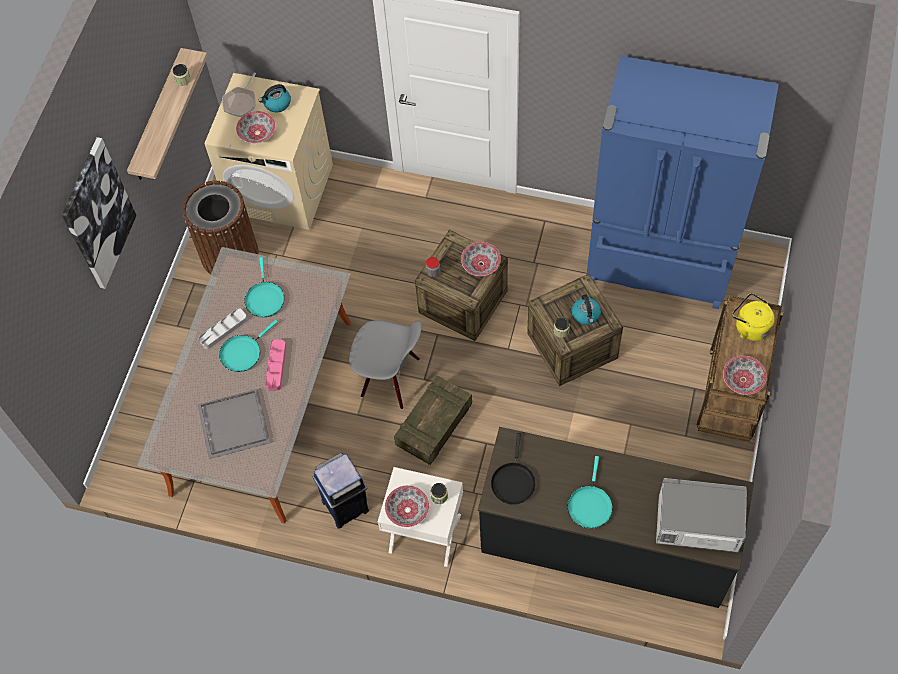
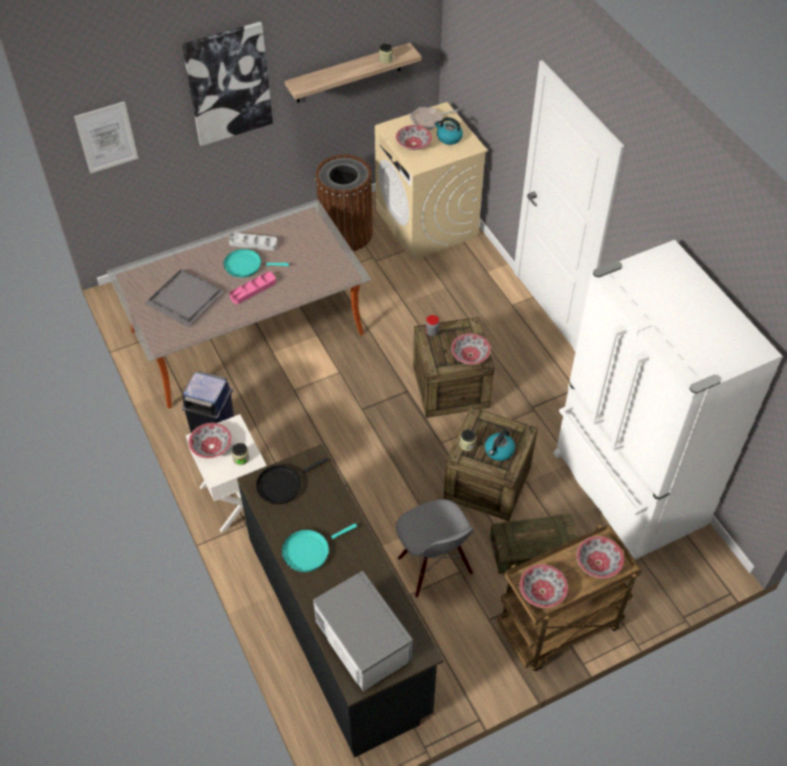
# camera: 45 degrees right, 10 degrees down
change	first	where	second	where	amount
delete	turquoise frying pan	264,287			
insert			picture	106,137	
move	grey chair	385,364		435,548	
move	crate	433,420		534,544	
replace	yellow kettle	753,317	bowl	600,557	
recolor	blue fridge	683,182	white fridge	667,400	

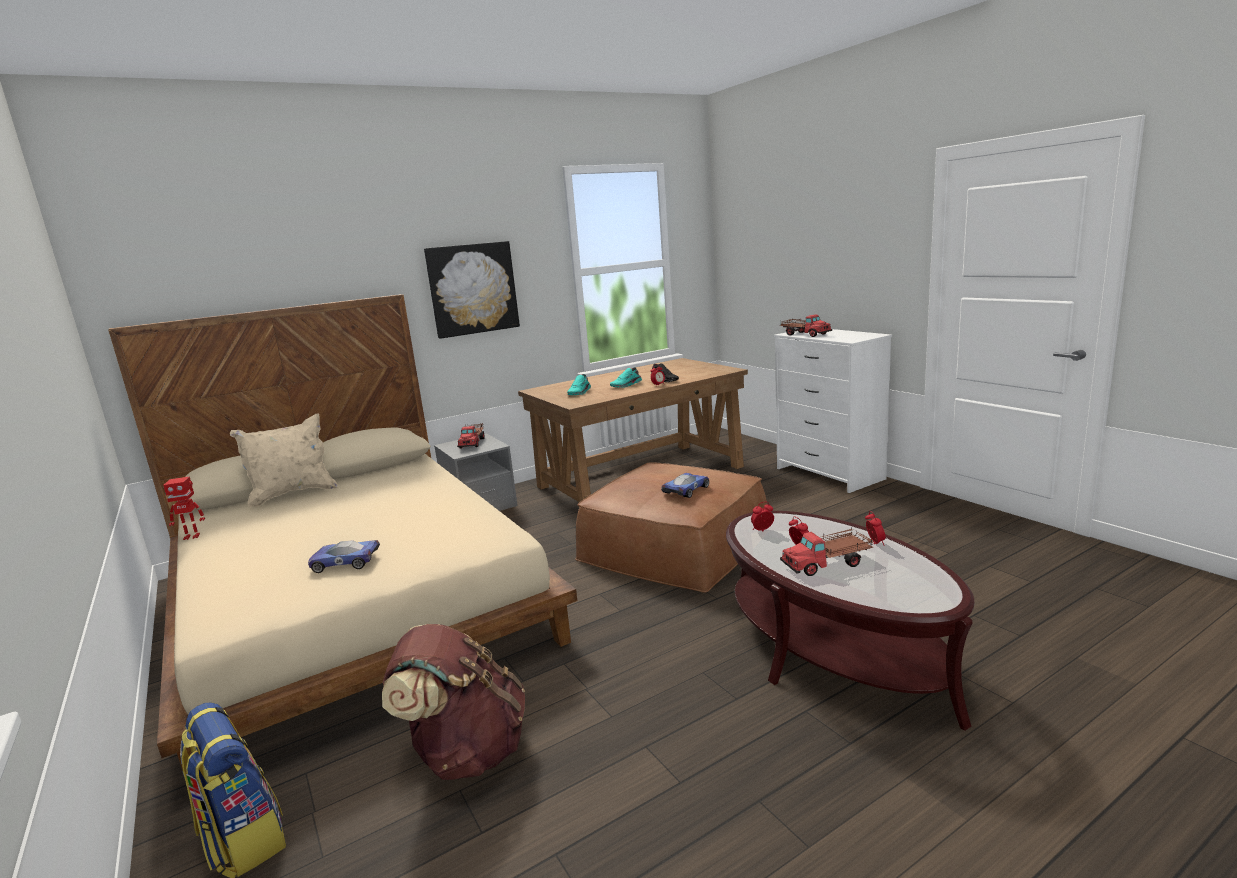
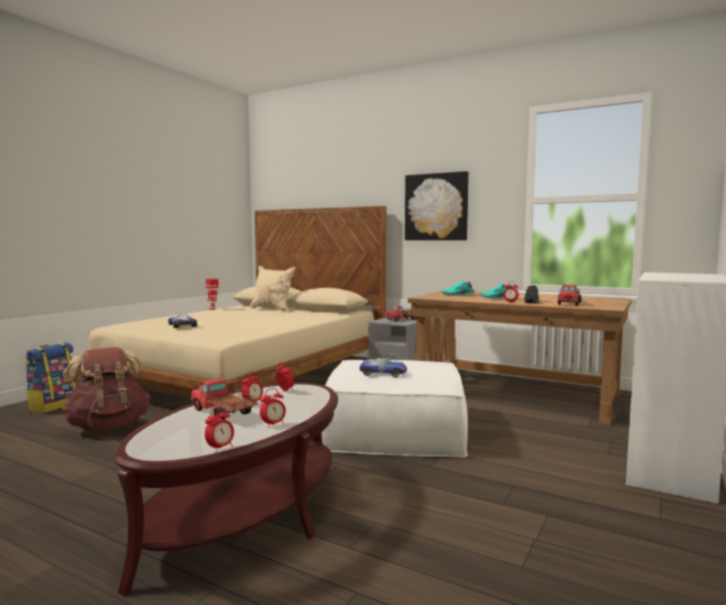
# camera: 60 degrees right, 10 degrees down
change	first	where	second	where	amount
insert			alarm clock	219,429	
move	toy truck	806,326		569,295	
recolor	brown ottoman	671,527	white ottoman	394,409	

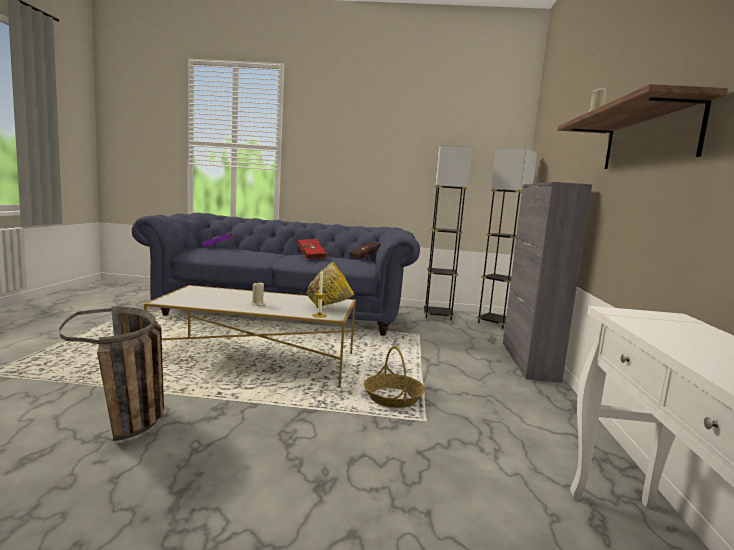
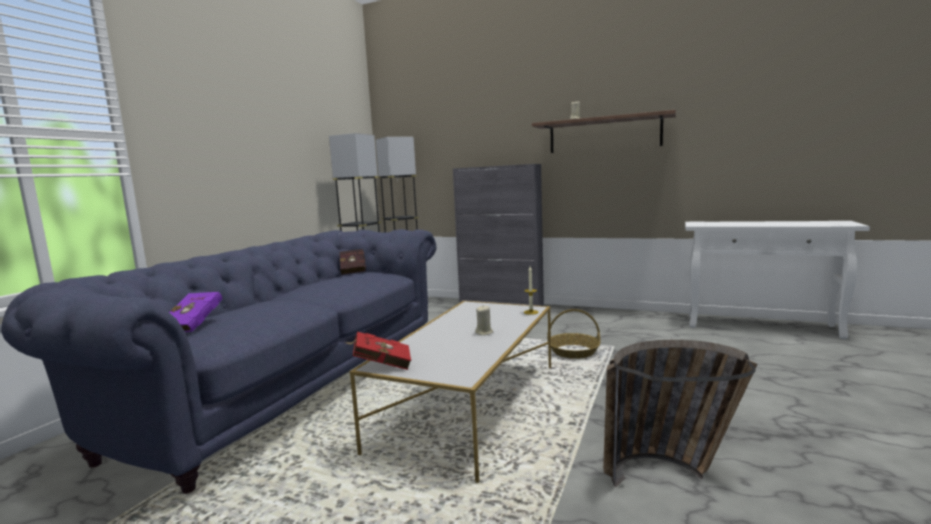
# camera: 70 degrees left, 0 degrees up
change	first	where	second	where	amount
delete	yellow bowl	330,285			
move	red book	312,249		377,350	

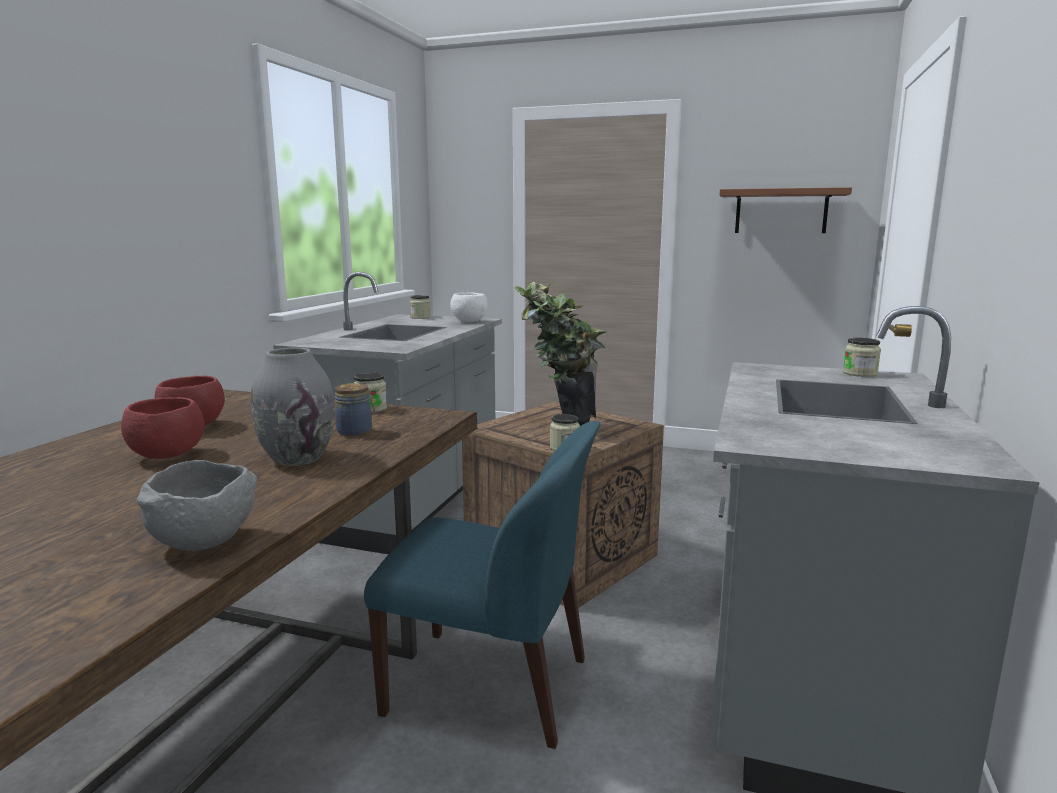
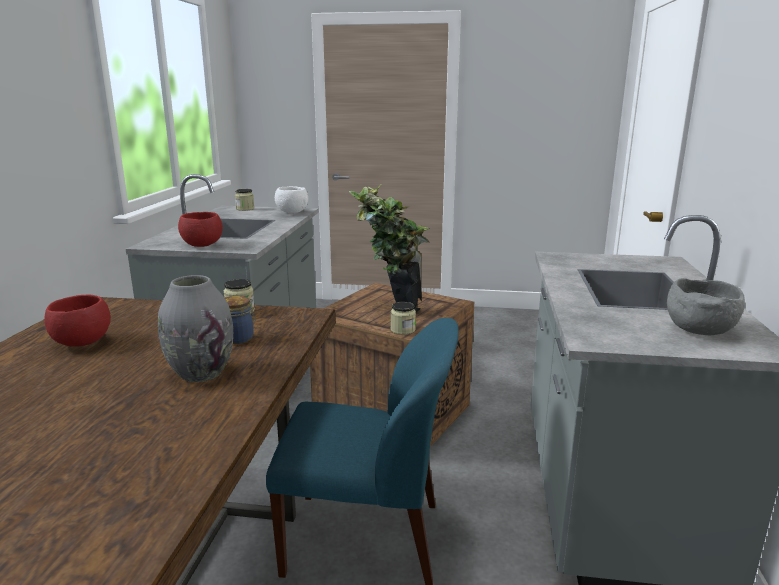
# camera: 10 degrees left, 5 degrees up
change	first	where	second	where	amount
delete	brown shelf	786,210			
delete	jar	862,357			
move	red bowl	163,428		200,229	
move	grey bowl	196,505		706,306	

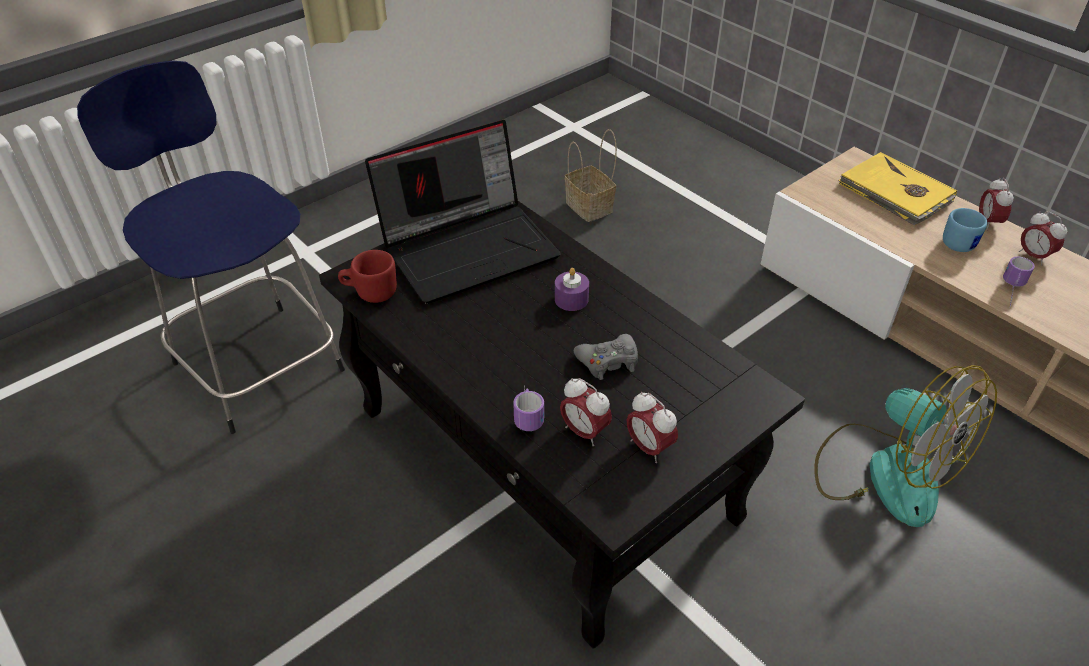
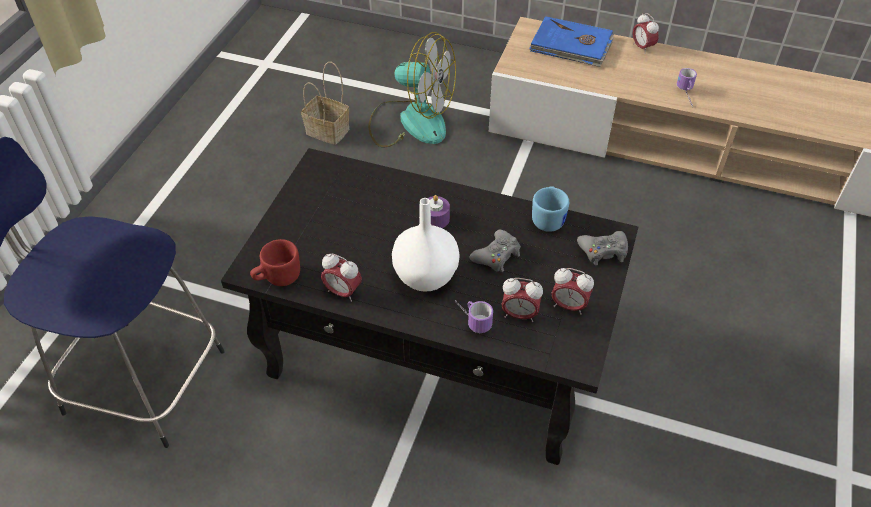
# camera: 30 degrees left, 5 degrees up
change	first	where	second	where	amount
delete	laptop	463,212			
insert			white vase	426,245	
insert			grey game controller	602,248	
move	fan	905,446		412,90	
move	blue mug	965,230		550,209	
move	alarm clock	1043,238		341,278	
recolor	yellow book	897,188	blue book	571,41	

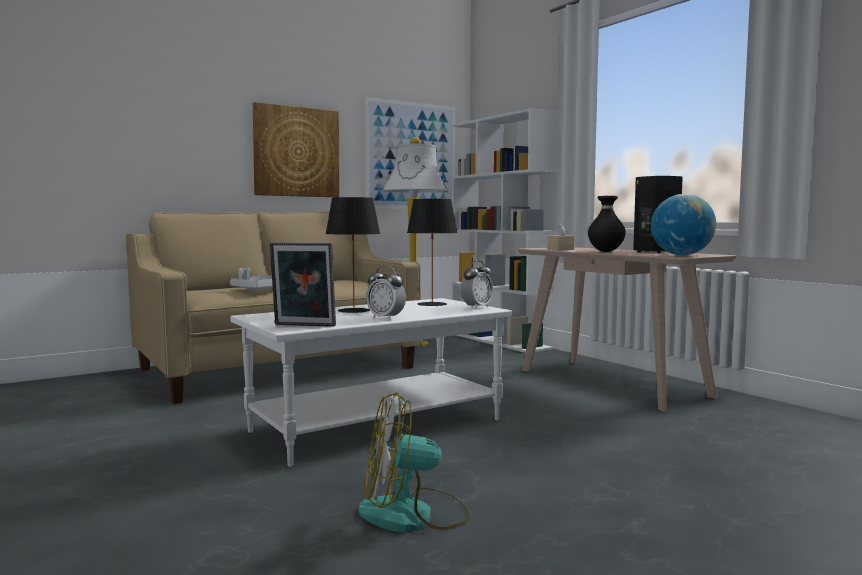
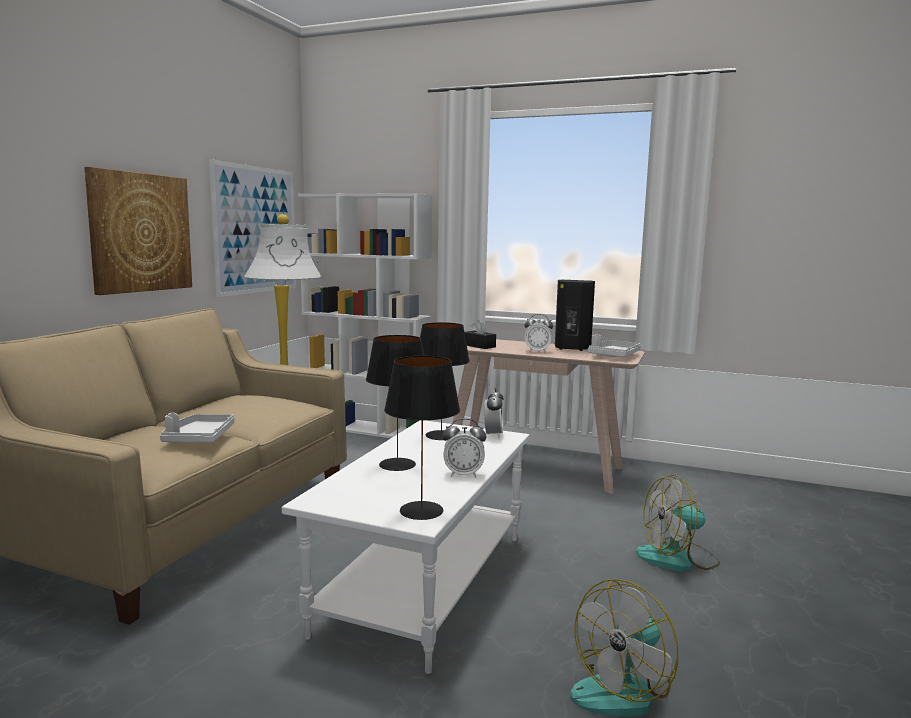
# camera: 35 degrees left, 5 degrees up
change	first	where	second	where	amount
insert			fan	678,523	
replace	picture frame	303,284	black table lamp	422,438	
replace	black vase	607,224	alarm clock	538,333	
replace	globe	683,224	grey tray	614,345	
recolor	beige tissue box	560,236	black tissue box	480,334	

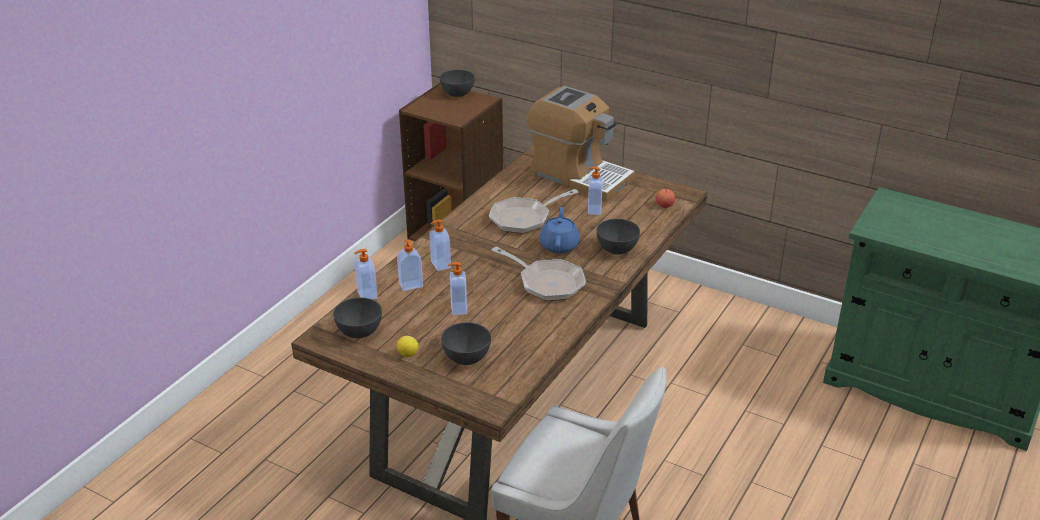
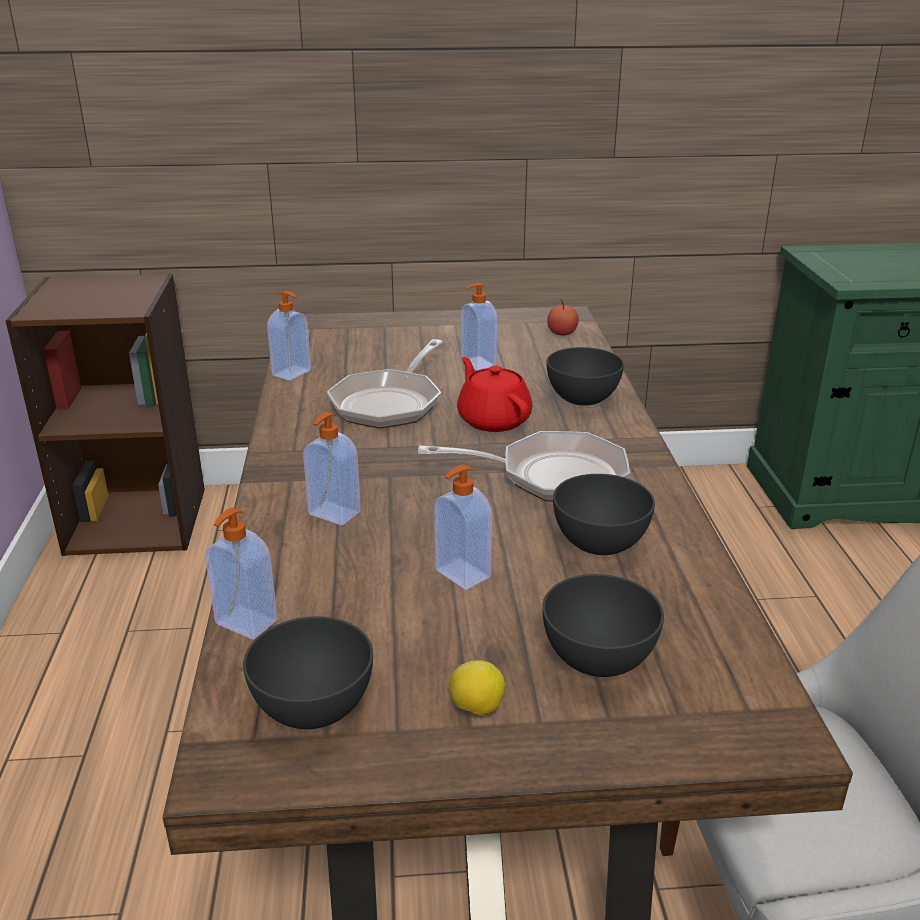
# camera: 35 degrees left, 5 degrees down
change	first	where	second	where	amount
delete	coffee machine	581,144			
move	soap dispenser	410,265		289,336	
move	grey bowl	457,83		604,514	
recolor	blue teapot	559,230	red teapot	494,394	

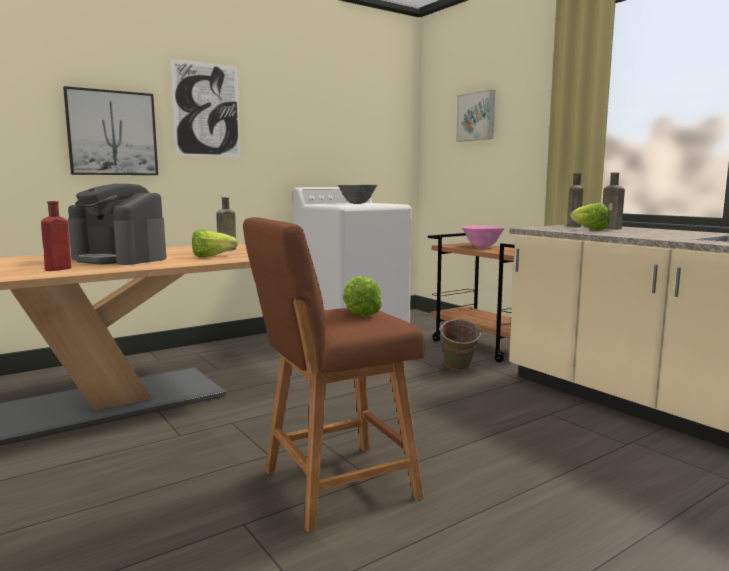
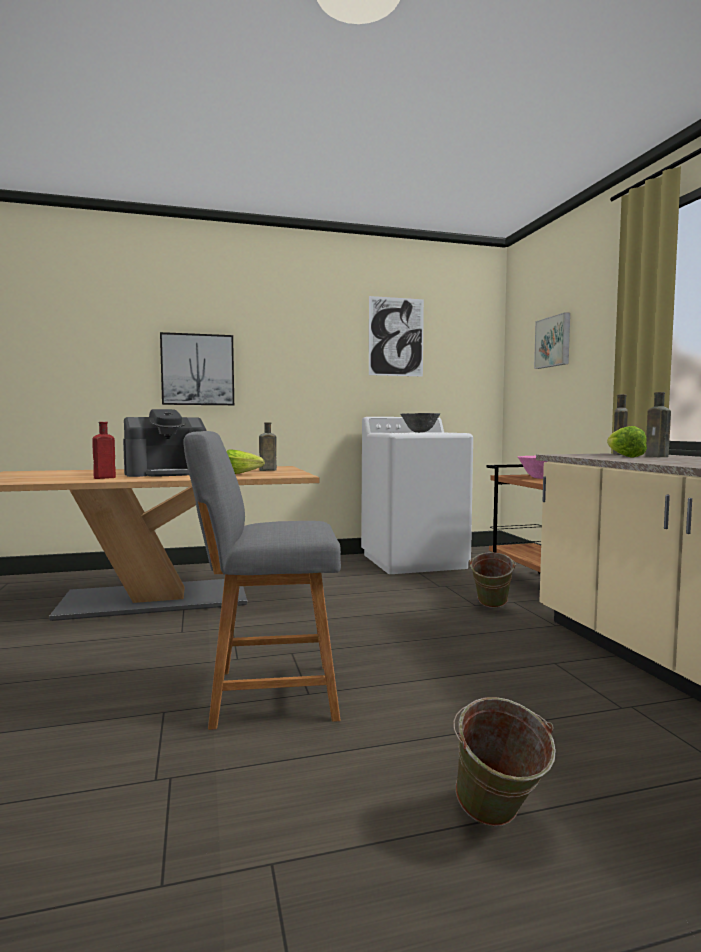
# camera: 20 degrees right, 5 degrees down
change	first	where	second	where	amount
delete	lettuce	362,296			
insert			green bucket	504,762	
move	picture	205,108		396,336	
recolor	brown stool	334,374	grey stool	262,580	
rotate	coffee machine	117,224		165,443	75 degrees counterclockwise

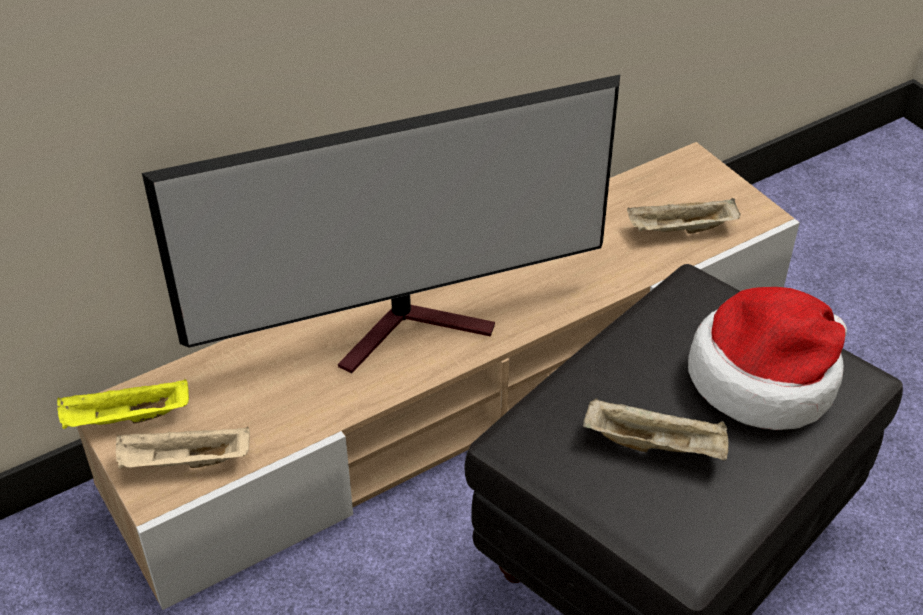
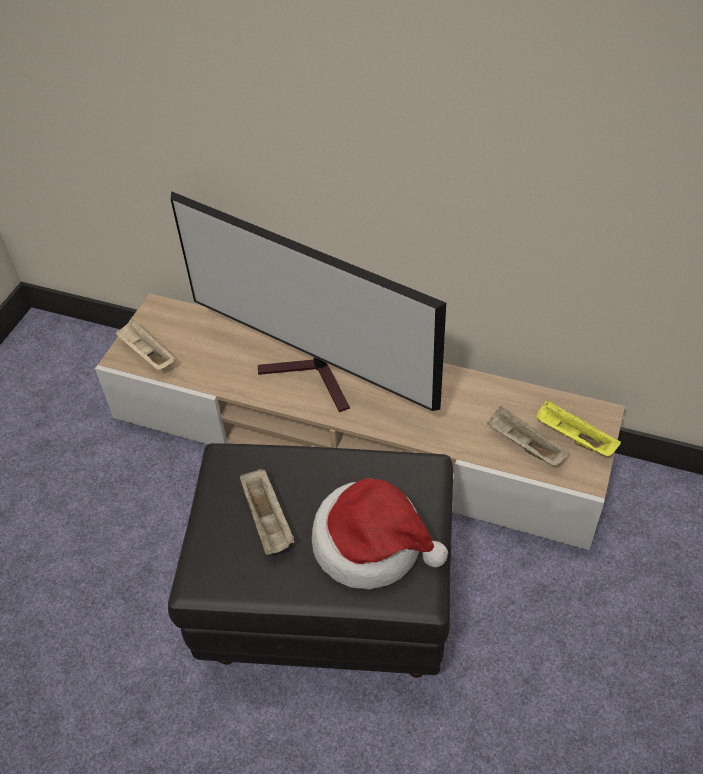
# camera: 55 degrees right, 5 degrees up
change	first	where	second	where	amount
move	yellow tray	123,404		578,428	

